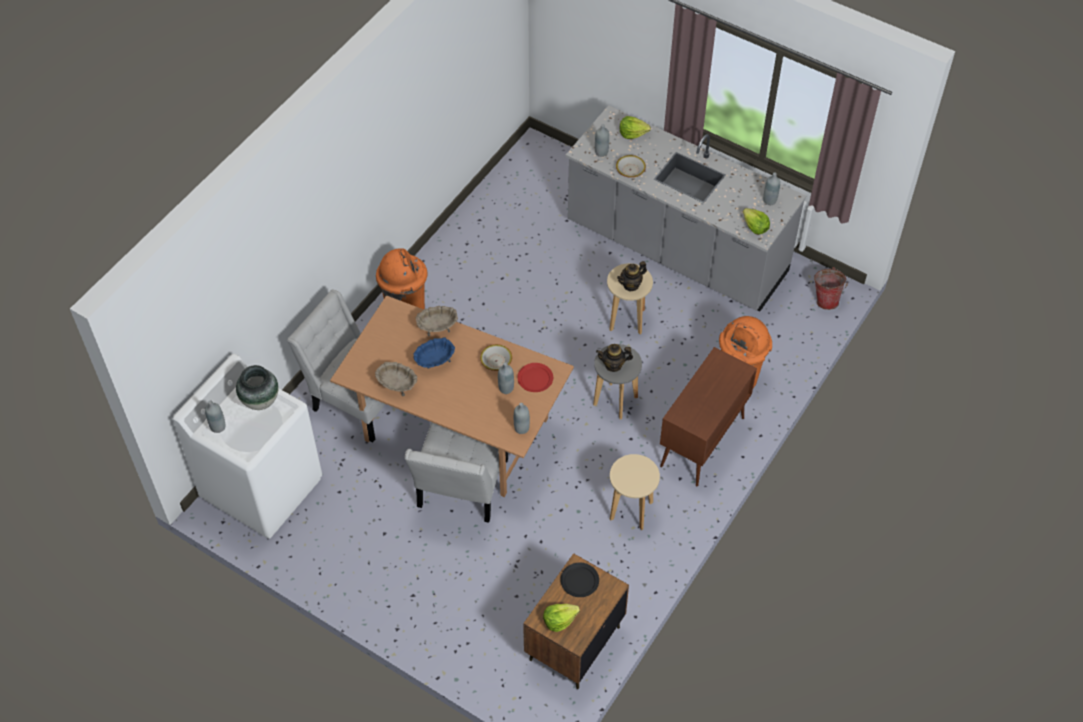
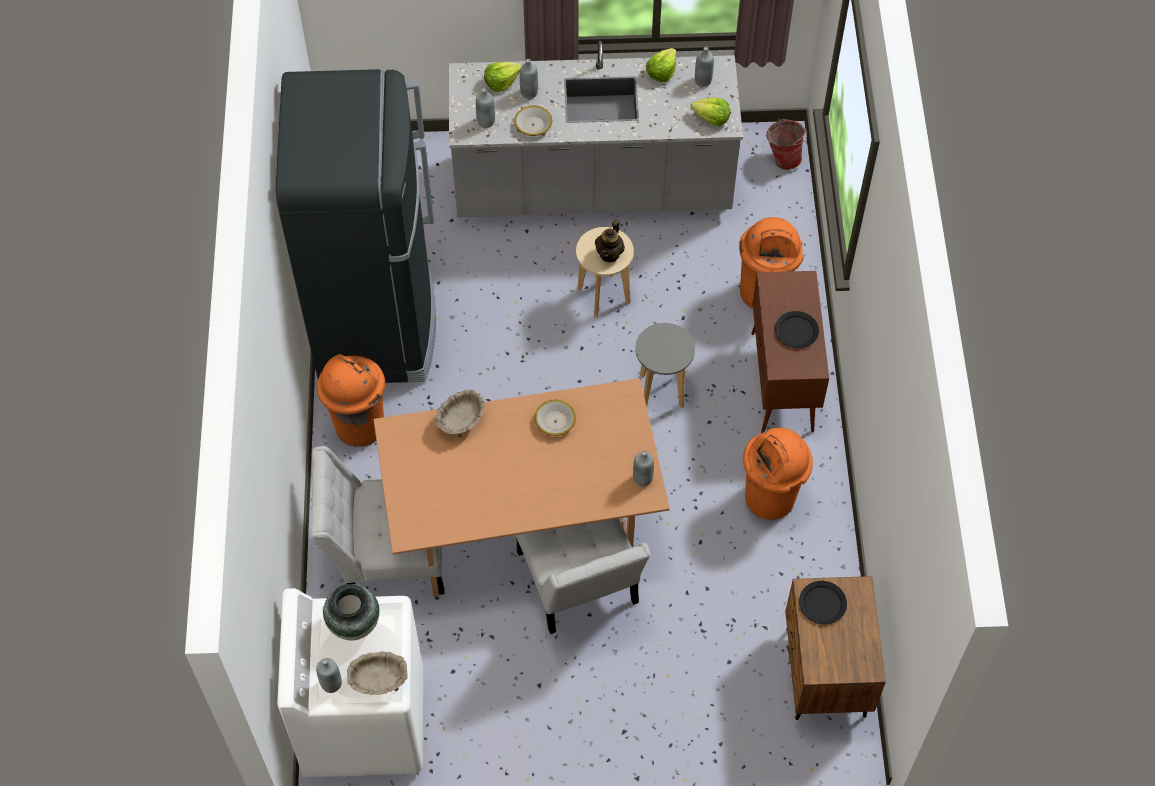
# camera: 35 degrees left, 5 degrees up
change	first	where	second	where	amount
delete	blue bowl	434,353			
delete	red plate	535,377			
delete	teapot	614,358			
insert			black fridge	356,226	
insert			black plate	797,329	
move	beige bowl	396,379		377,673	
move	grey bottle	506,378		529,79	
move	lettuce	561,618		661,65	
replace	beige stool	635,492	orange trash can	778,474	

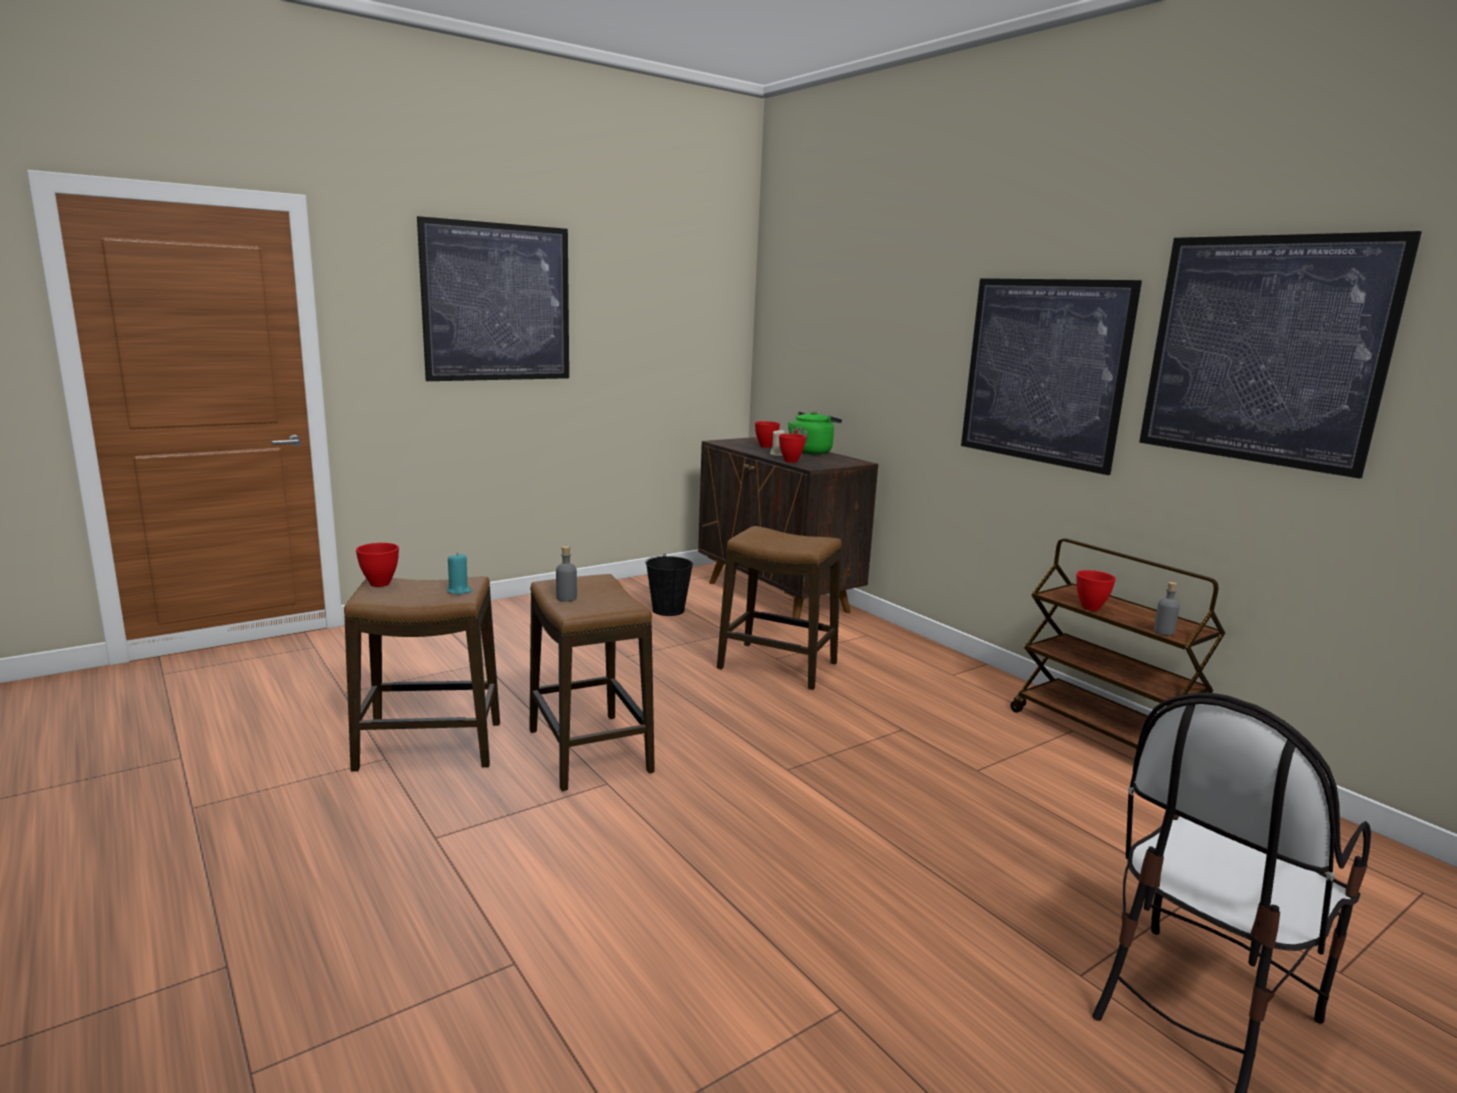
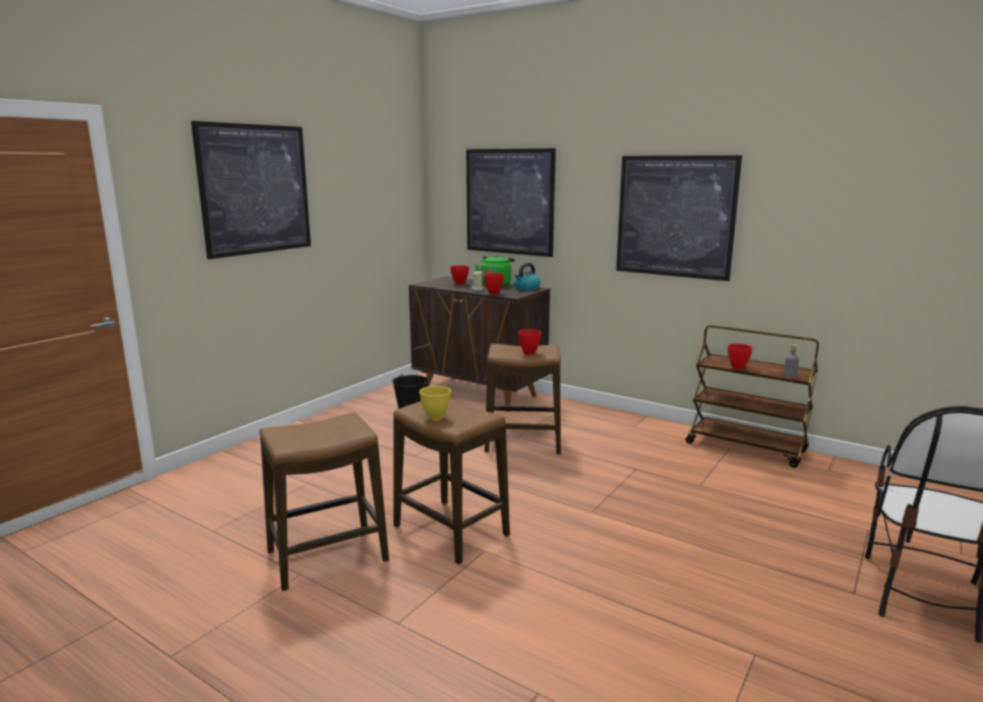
# camera: 20 degrees left, 0 degrees up
change	first	where	second	where	amount
delete	turquoise candle	459,573			
insert			kettle	526,277	
move	red bowl	377,565		529,342	
move	picture	1280,355		511,202	
replace	grey bottle	566,574	yellow bowl	435,403	

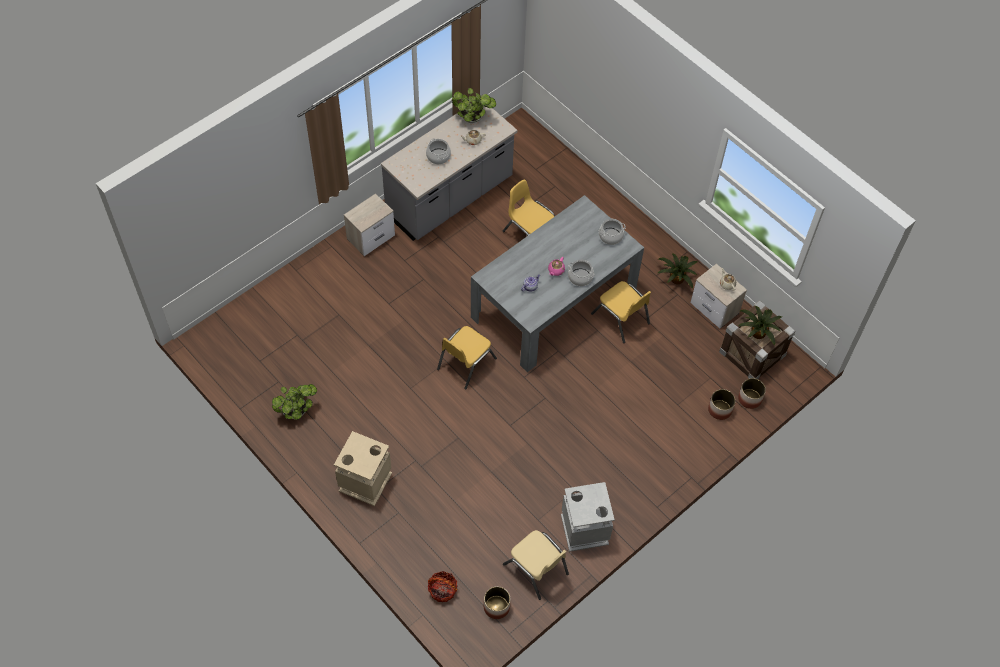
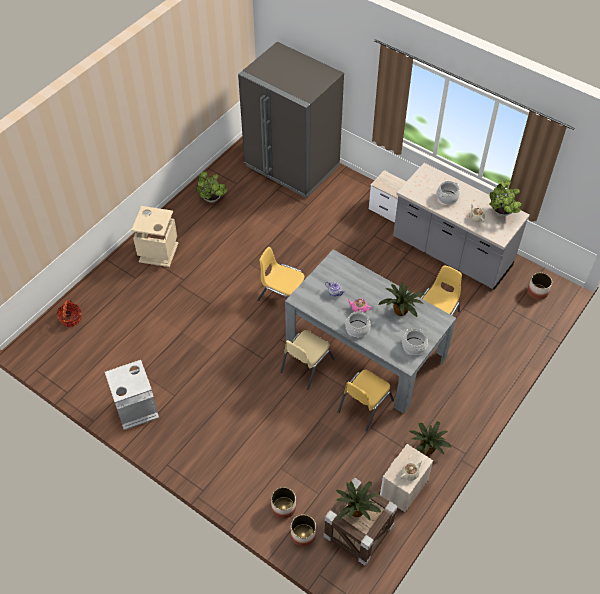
# camera: 80 degrees right, 5 degrees down
change	first	where	second	where	amount
insert			grey fridge	291,120	
insert			potted plant	401,299	
move	planter	497,602		539,286	
move	beige chair	536,565		307,359	

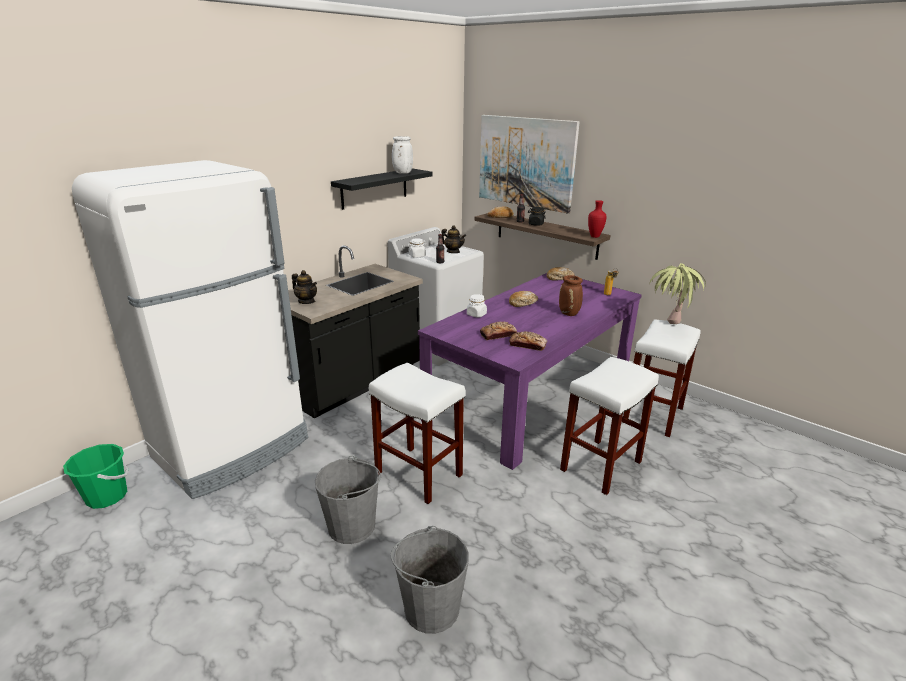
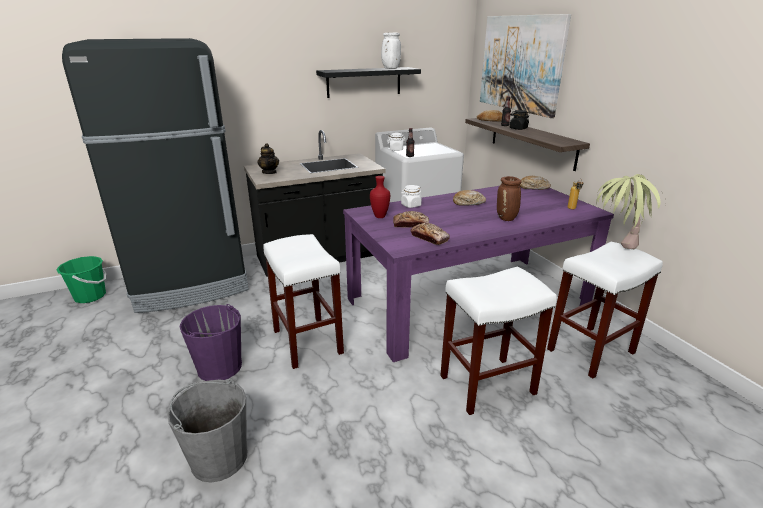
# camera: 25 degrees right, 0 degrees up
change	first	where	second	where	amount
delete	teapot	454,239			
move	red vase	597,219		380,197	
recolor	white fridge	190,329	black fridge	155,175	
recolor	grey bucket	348,500	purple bucket	211,342	

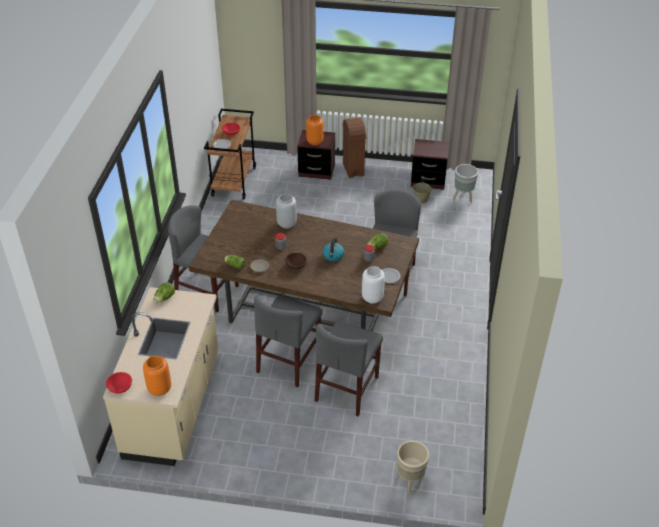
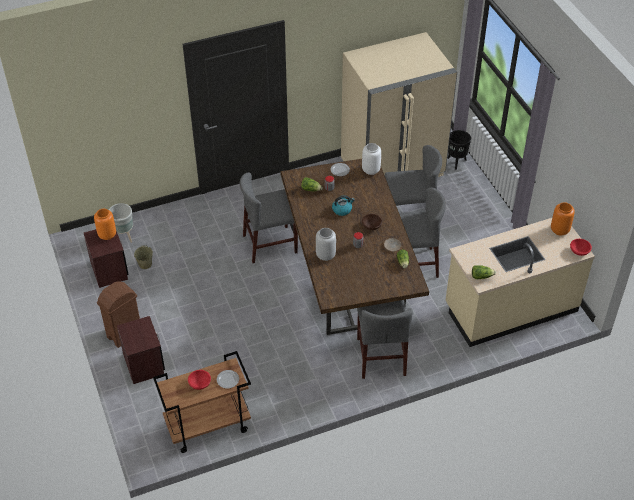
# camera: 120 degrees left, 5 degrees up
change	first	where	second	where	amount
insert			beige fridge	399,104	
move	orange vase	314,130		105,224	
recolor	beige planter	413,467	black planter	459,150	

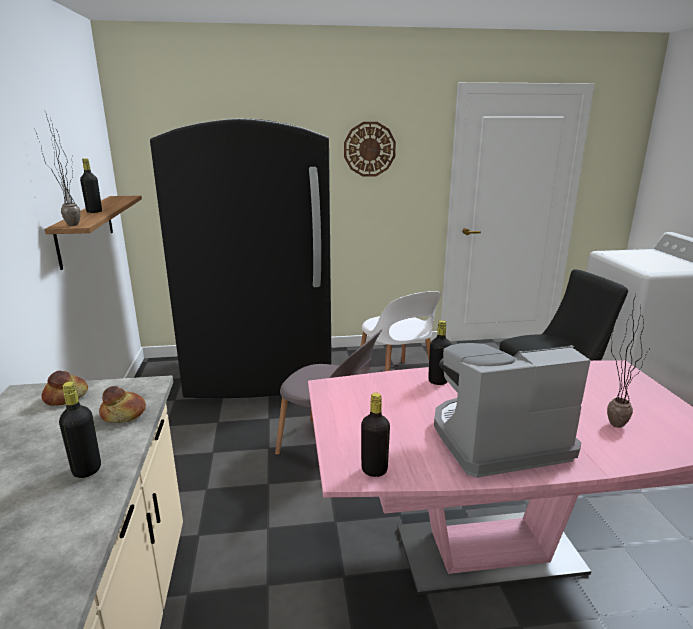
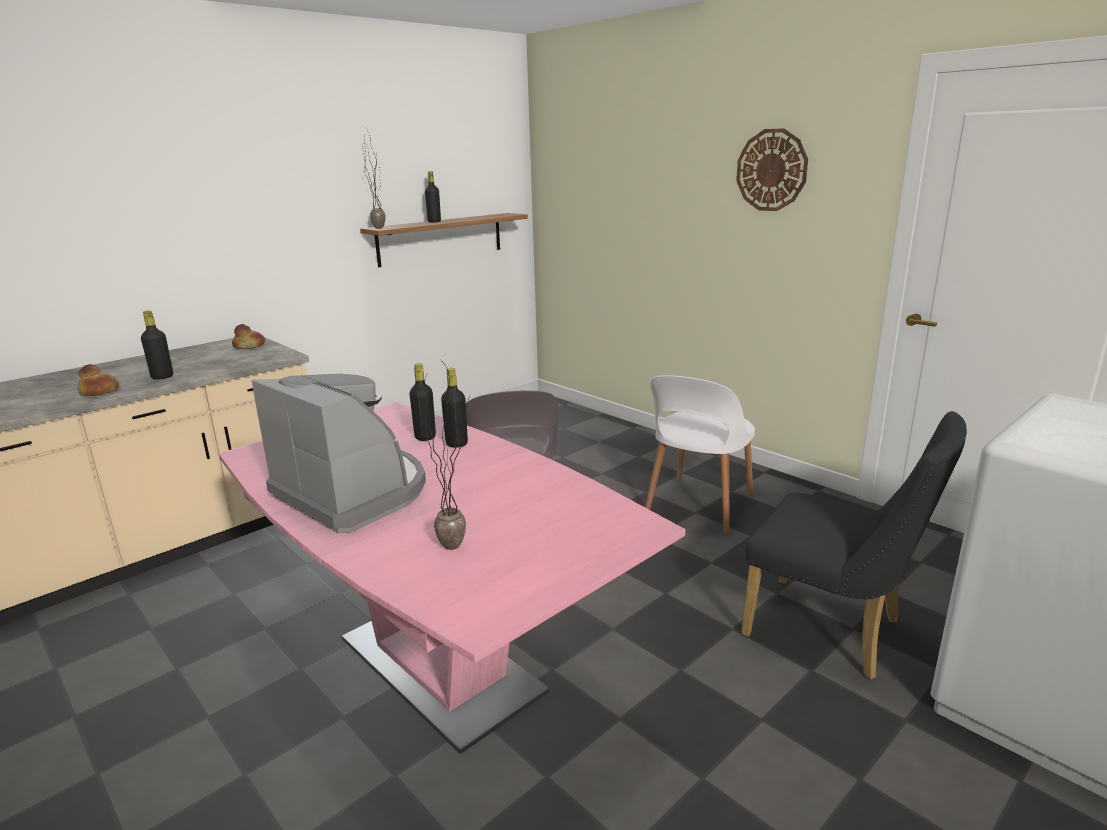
# camera: 55 degrees right, 0 degrees up
change	first	where	second	where	amount
delete	black fridge	241,258			
move	bread	122,404		98,380	
move	black bottle	375,435		422,402	

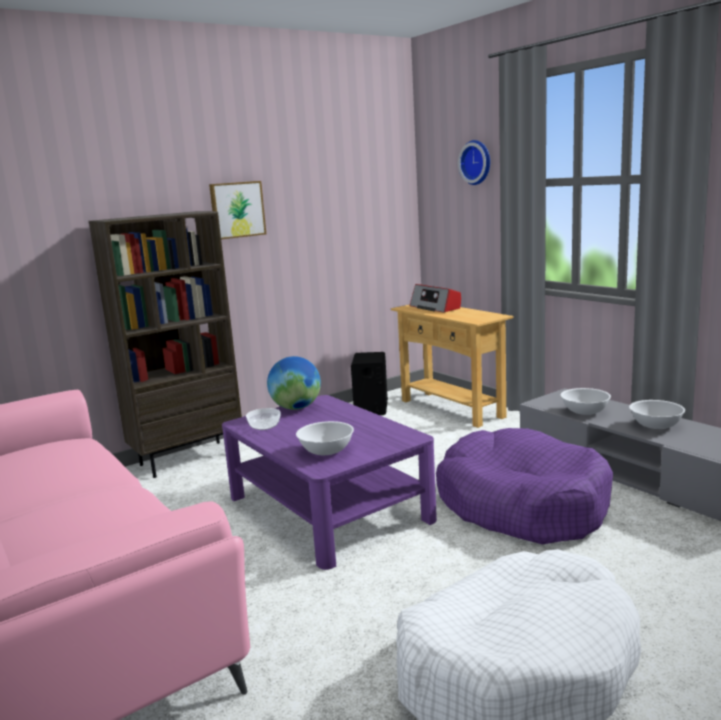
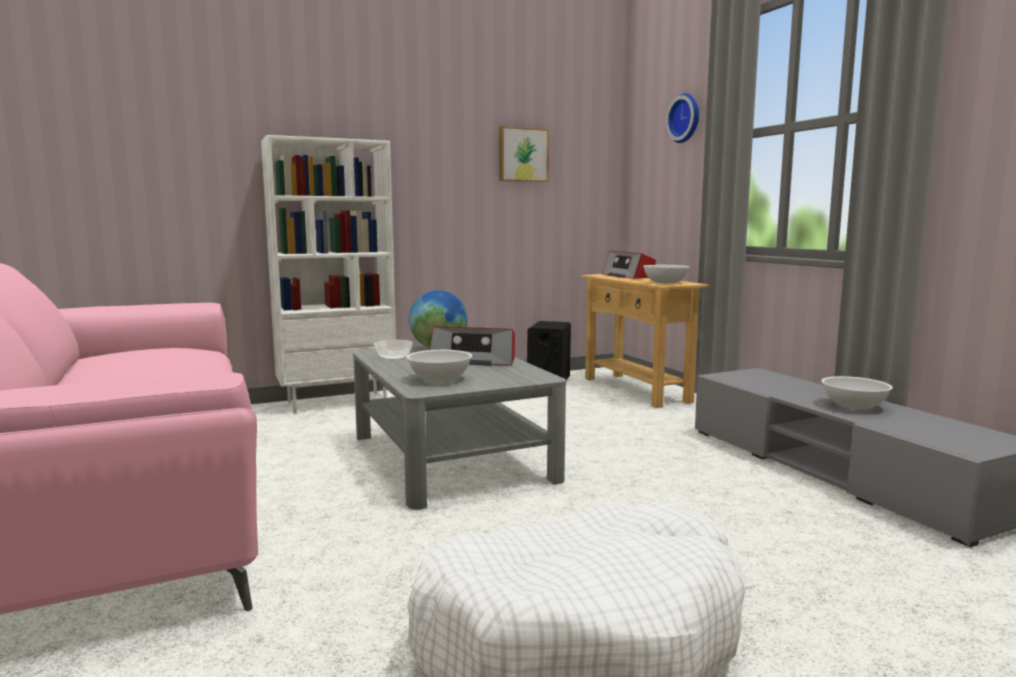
# camera: 10 degrees right, 5 degrees down
change	first	where	second	where	amount
delete	purple dog bed	524,486			
insert			radio	472,346	
move	picture	237,210		524,154	
move	white bowl	586,401		666,274	
recolor	brown bookcase	165,344	white bookcase	328,274	
recolor	purple coffee table	329,482	grey coffee table	459,428	

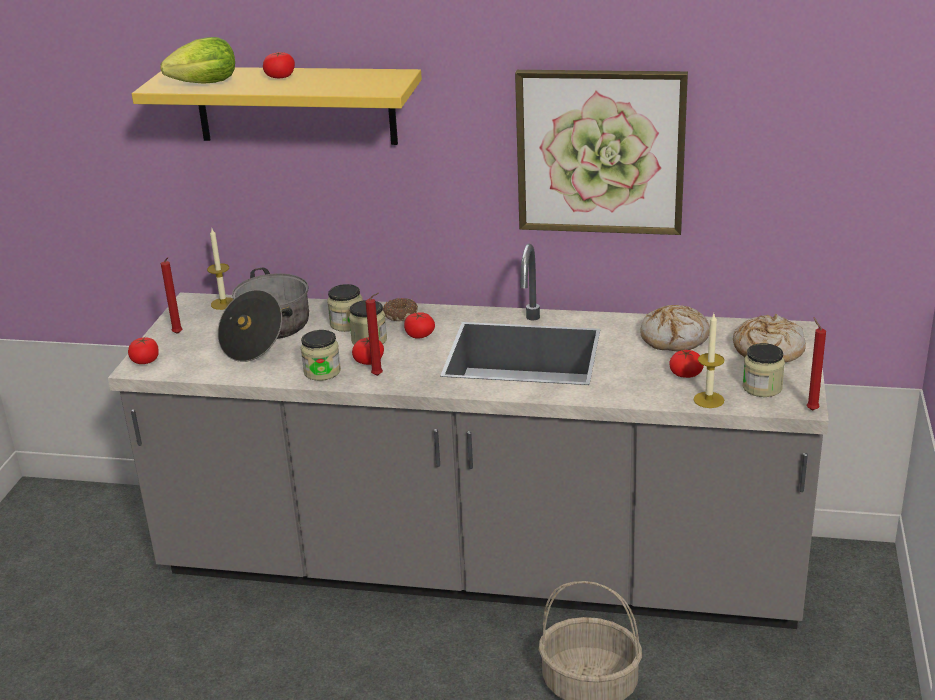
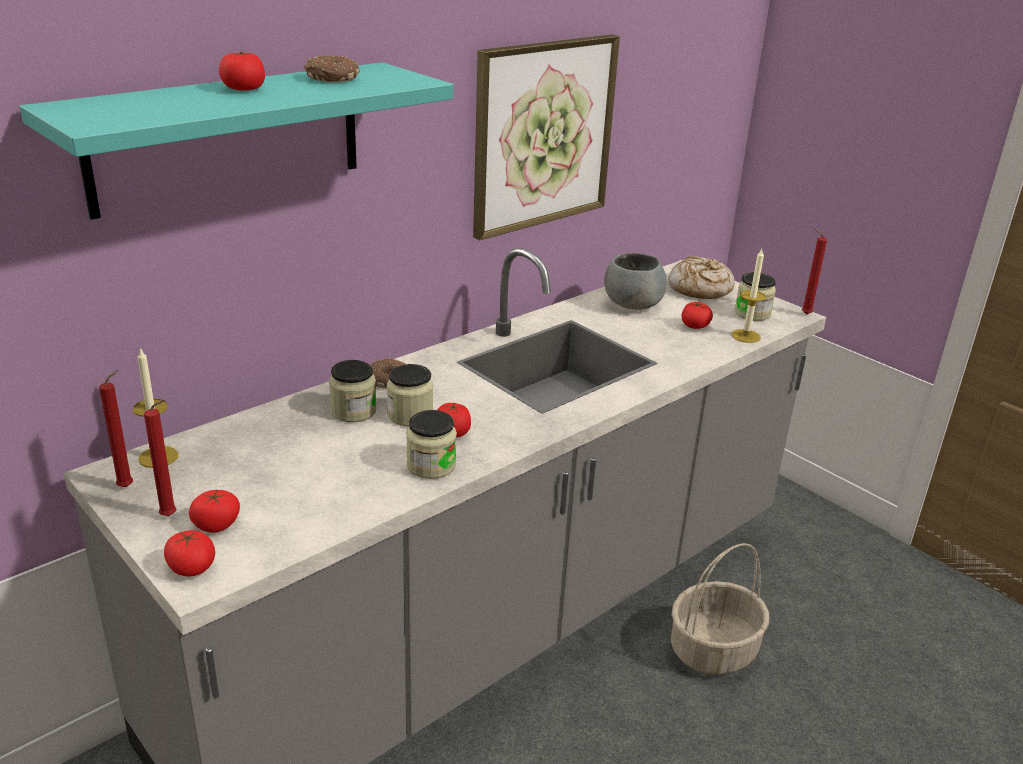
# camera: 55 degrees left, 0 degrees up
change	first	where	second	where	amount
delete	lettuce	197,60			
delete	cooking pot	263,315			
insert			donut	332,68	
move	red candle	374,334		116,429	
move	tomato	419,325		214,511	
replace	bread	675,328	grey bowl	635,281	
recolor	yellow shelf	277,106	turquoise shelf	236,141	

